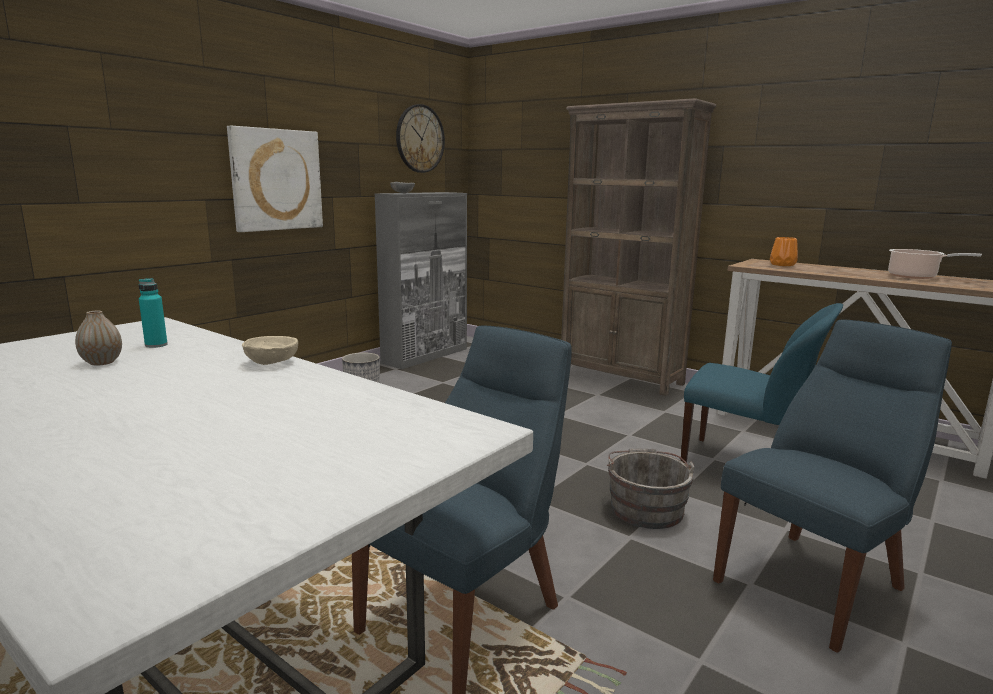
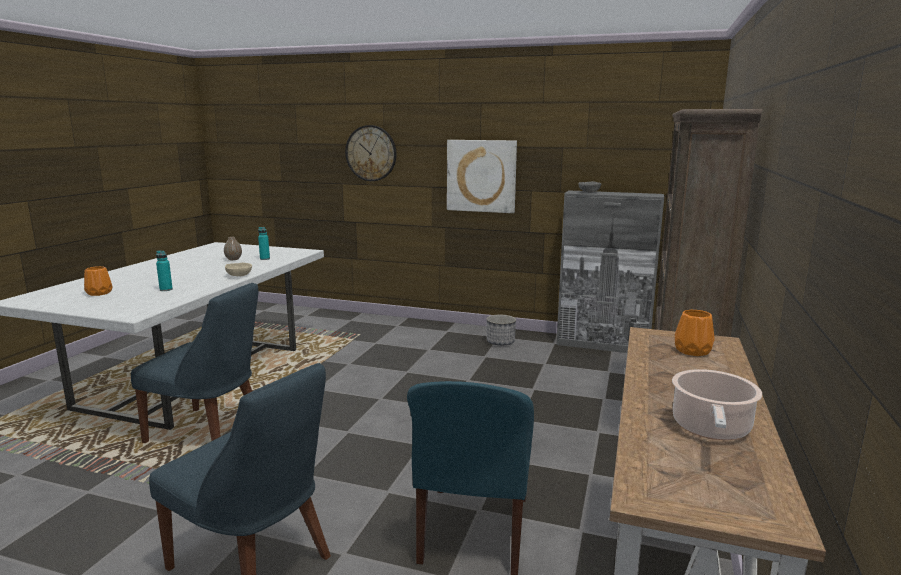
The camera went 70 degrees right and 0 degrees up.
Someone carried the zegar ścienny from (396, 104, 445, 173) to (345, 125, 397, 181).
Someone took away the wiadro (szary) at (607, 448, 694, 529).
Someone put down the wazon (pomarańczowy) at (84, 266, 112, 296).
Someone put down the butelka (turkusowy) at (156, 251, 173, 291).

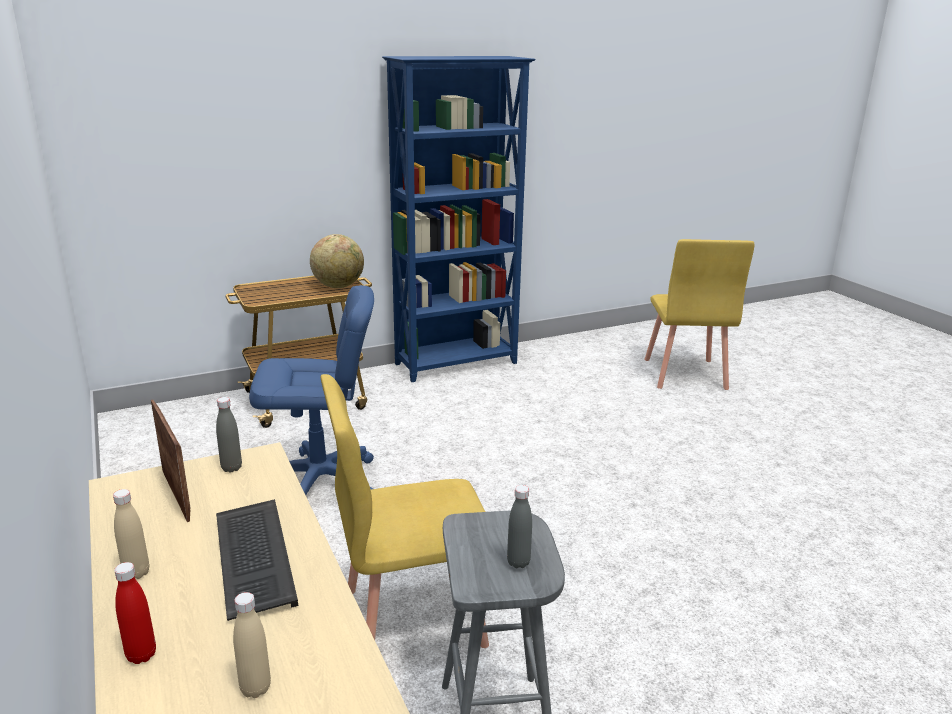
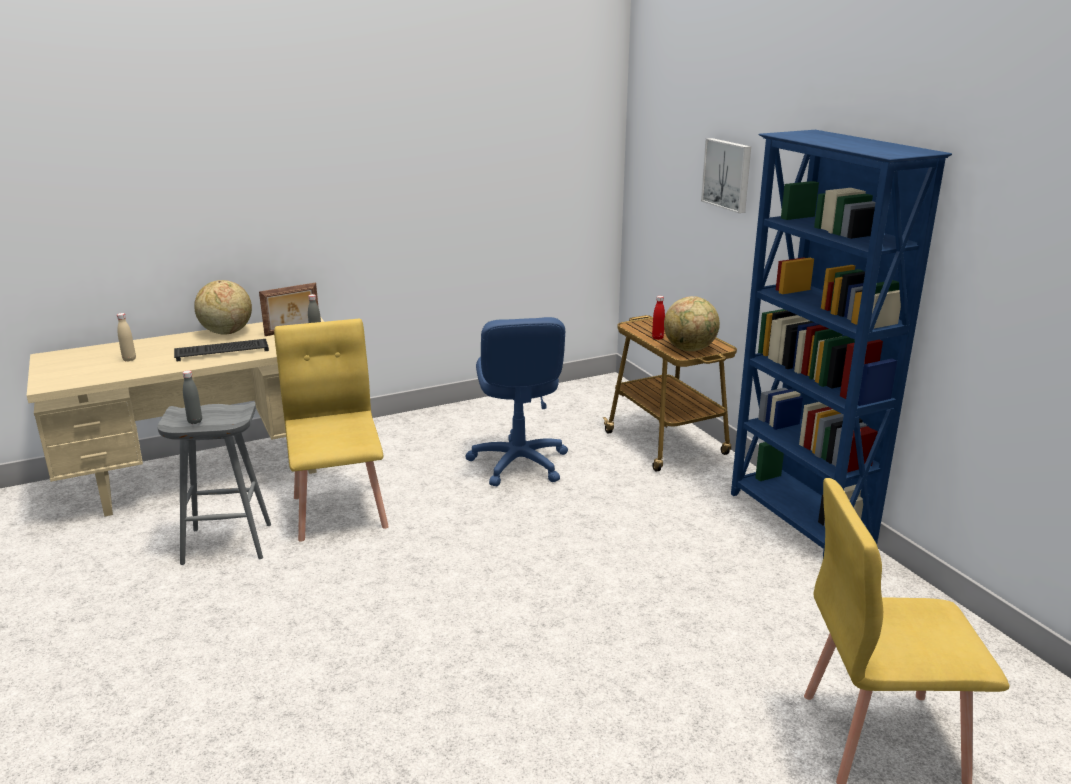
The camera went 90 degrees right and 0 degrees up.
Someone swapped the butelka (beżowy) at (113, 489, 150, 579) for the globus at (194, 280, 252, 334).
Someone carried the butelka (czerwony) from (114, 562, 156, 664) to (652, 296, 665, 340).
Someone put up the obraz at (701, 138, 751, 213).

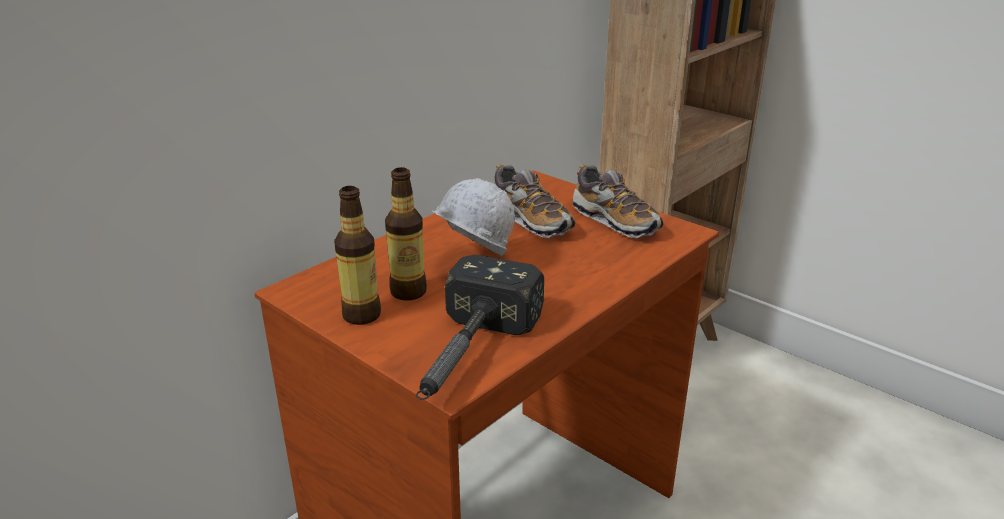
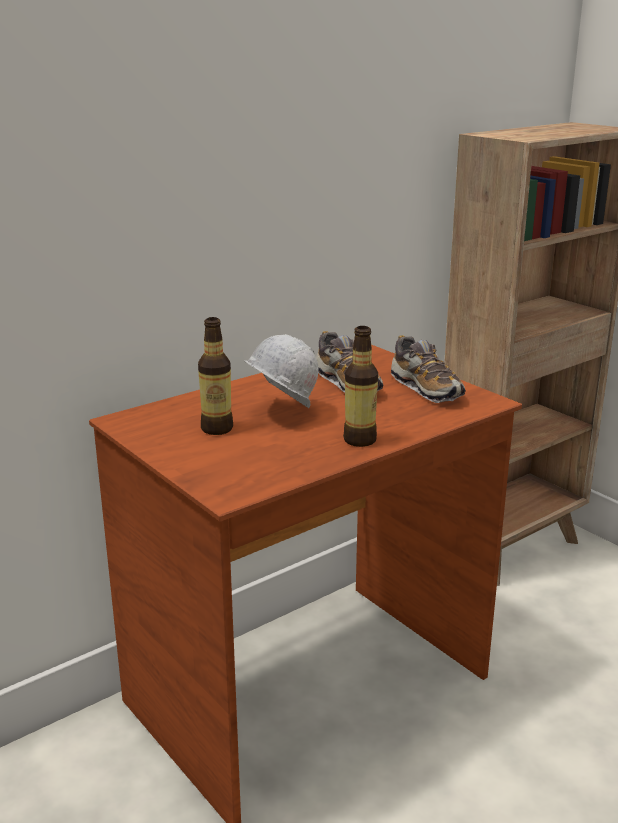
The camera went 10 degrees right and 5 degrees down.
Someone carried the butelka from (334, 186, 381, 325) to (343, 326, 378, 447).
Someone took away the młotek at (416, 255, 544, 400).

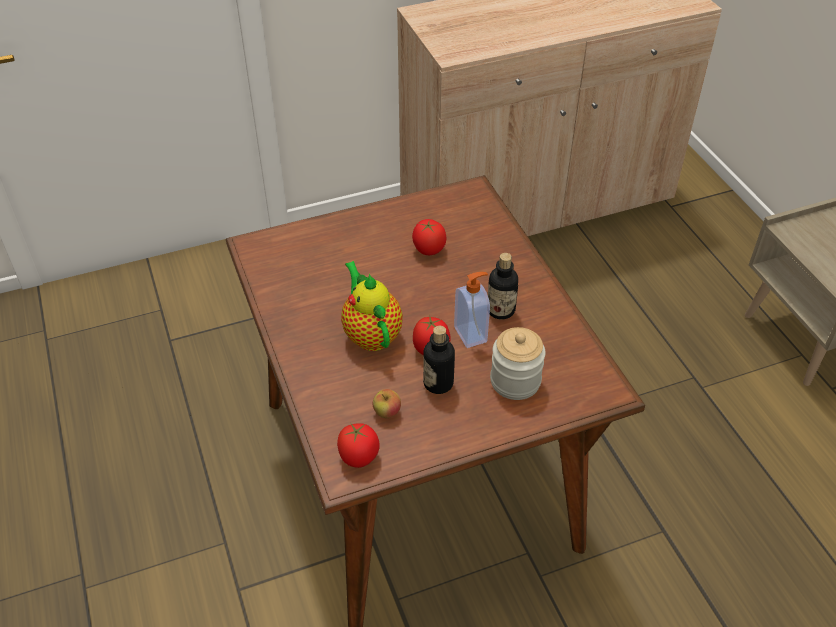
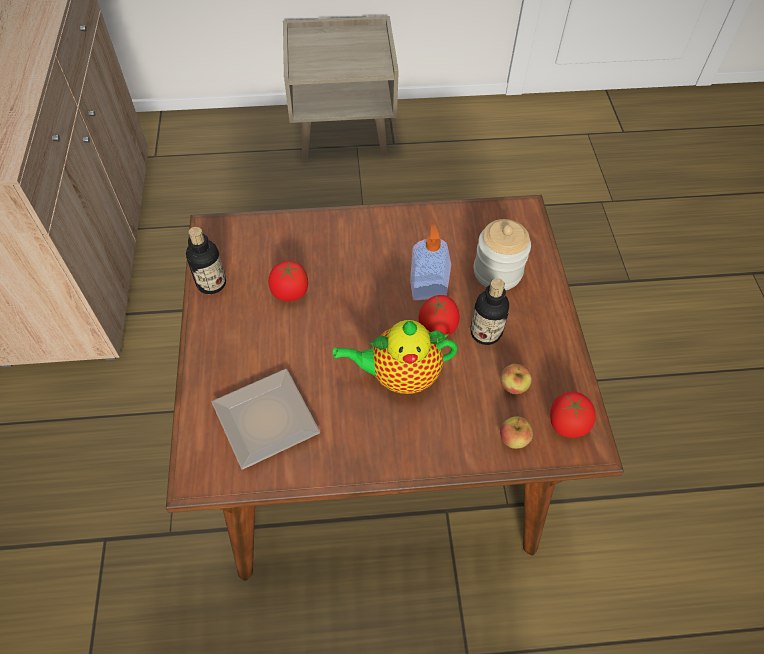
The camera went 75 degrees left and 10 degrees up.
Someone carried the butelka from (488, 253, 518, 319) to (186, 227, 226, 294).
Someone put down the talerz at (212, 369, 320, 469).
Someone put down the jabłko at (500, 416, 533, 449).

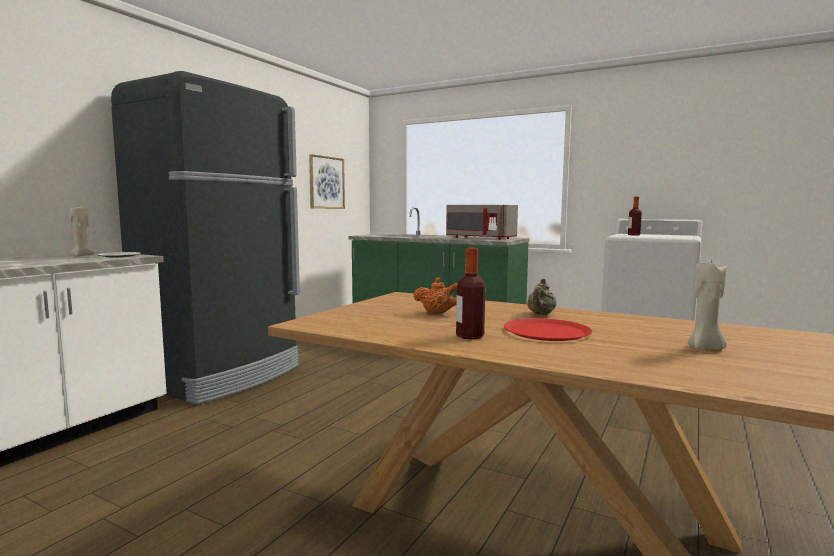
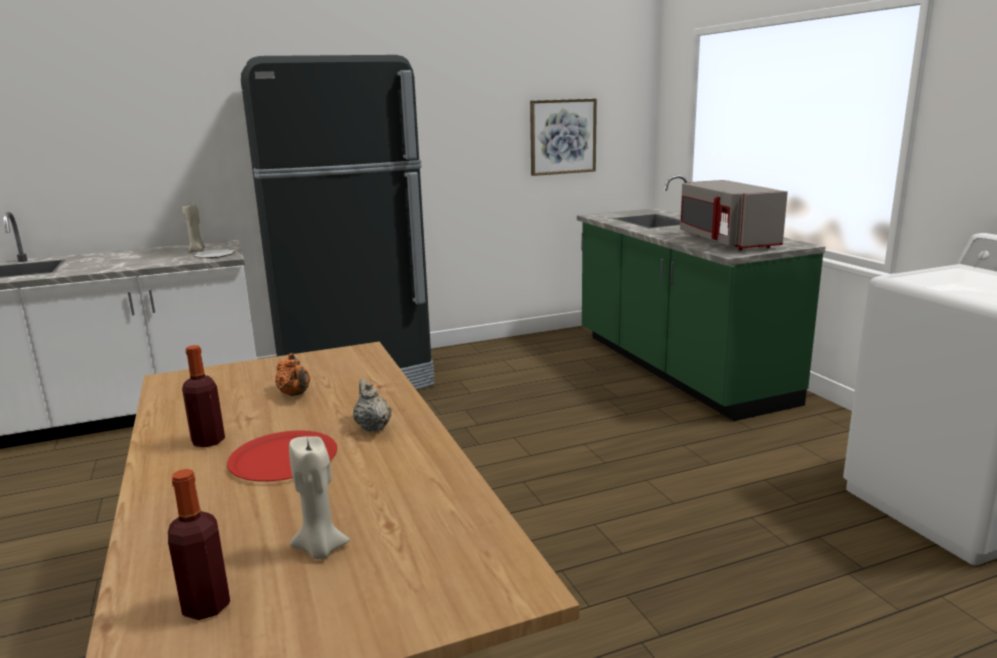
The camera went 40 degrees right and 10 degrees up.
Someone rotated the imbryk (beżowy) at (527, 279, 557, 315) by 90 degrees clockwise.
Someone carried the butelka from (628, 197, 642, 235) to (168, 469, 230, 620).

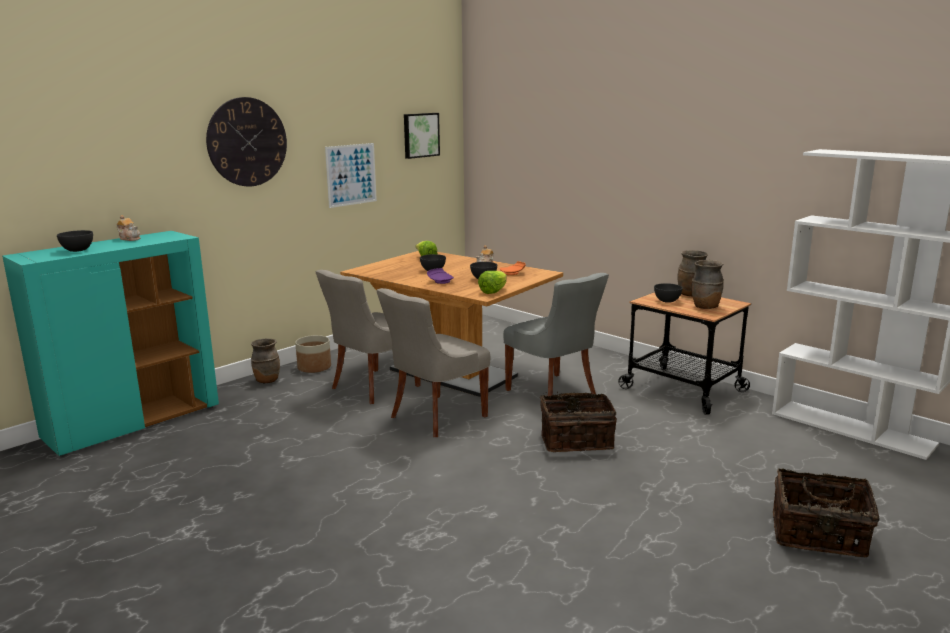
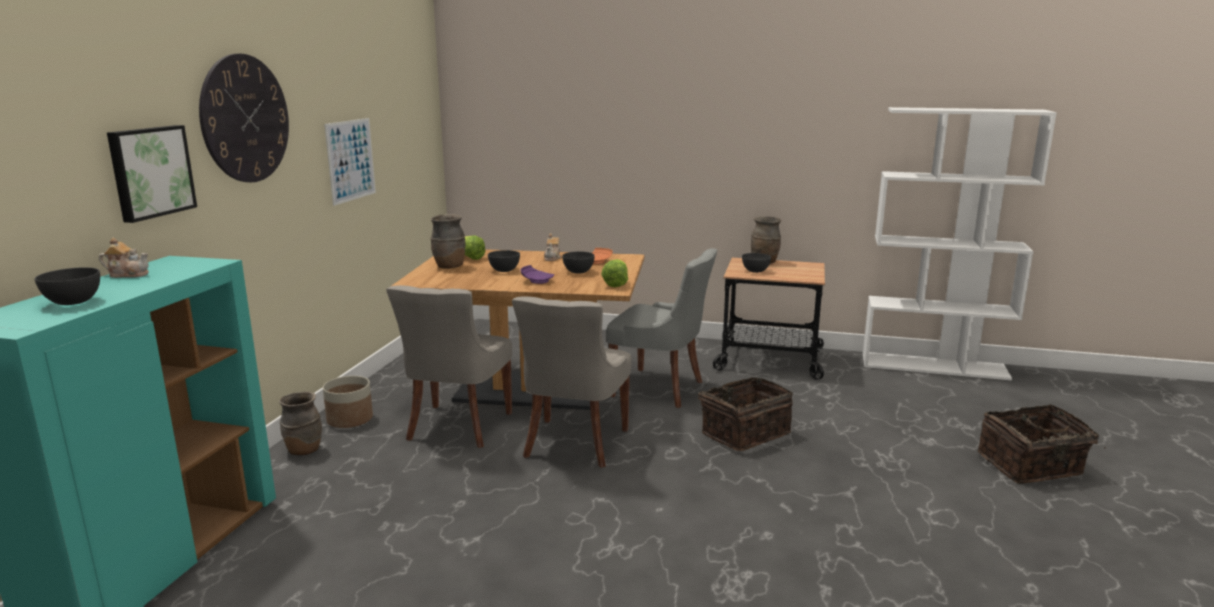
The camera went 30 degrees left and 0 degrees up.
Someone carried the obraz from (404, 113, 440, 159) to (107, 125, 197, 223).
Someone carried the wazon (brązowy) from (691, 260, 724, 309) to (430, 214, 465, 269).

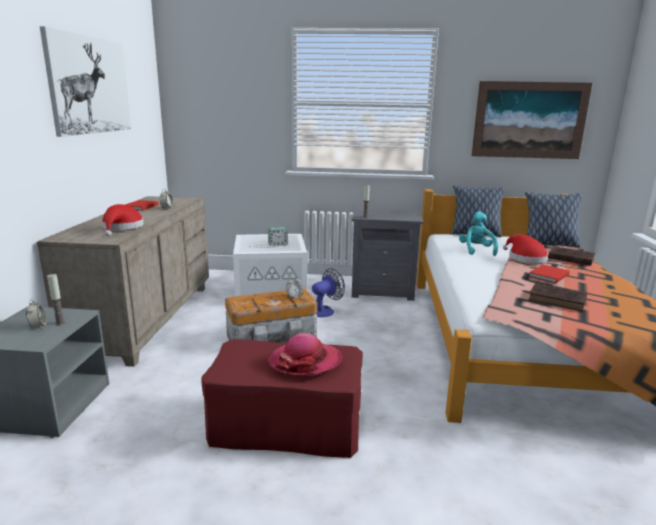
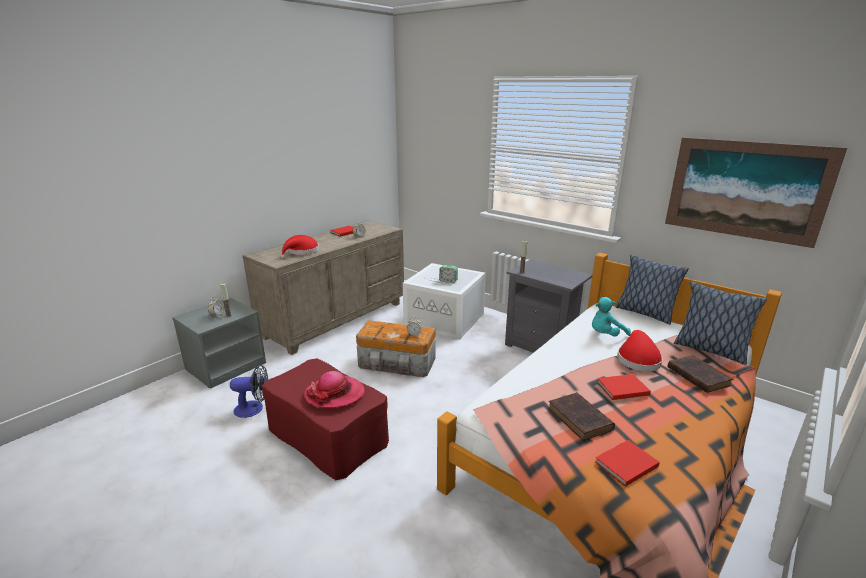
The camera went 35 degrees right and 5 degrees up.
Someone took away the obraz at (40, 26, 131, 137).
Someone carried the wentylator from (312, 268, 345, 317) to (230, 364, 268, 418).
Someone rotated the pluszak (turkusowy) at (459, 211, 498, 256) by 150 degrees counterclockwise.
Someone put down the książka (czerwony) at (595, 440, 660, 487).

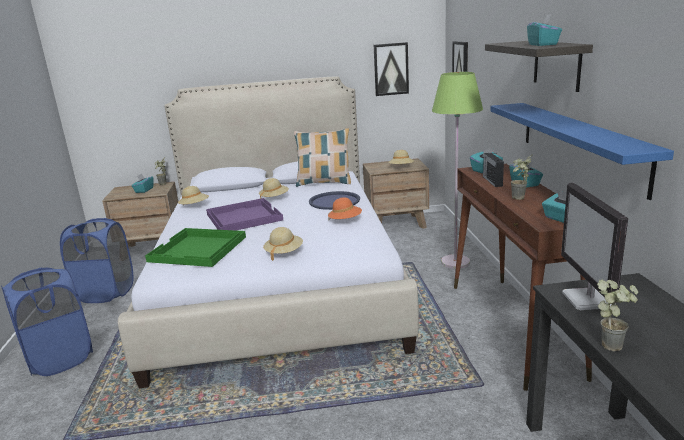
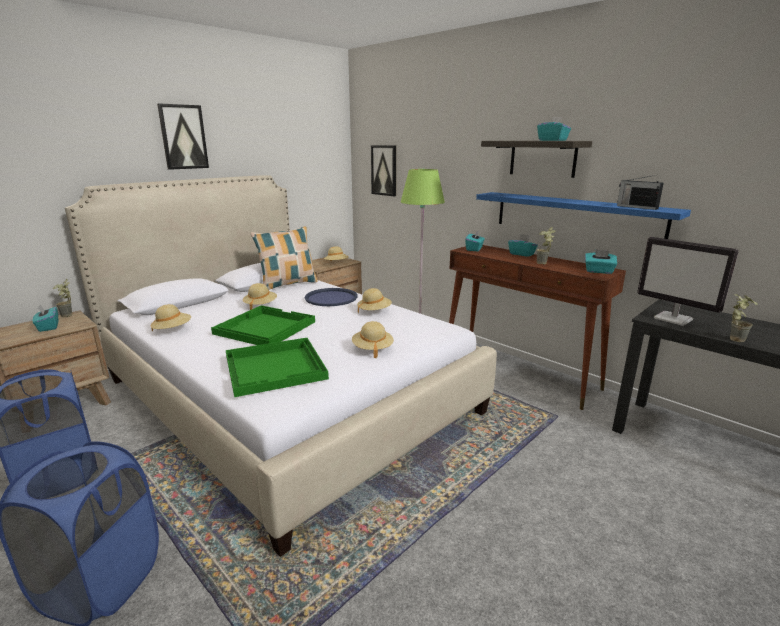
The camera went 40 degrees left and 0 degrees up.
Someone repainted the taca (fioletowy) at (206, 198, 283, 230), which became the taca (zielony) at (211, 305, 315, 345).
Someone repainted the kapelusz (pomarańczowy) at (328, 197, 362, 220), which became the kapelusz (beżowy) at (357, 288, 392, 314).
Someone carried the obraz from (374, 42, 409, 96) to (157, 103, 209, 170).
Someone carried the radio from (483, 153, 504, 187) to (617, 175, 664, 210).

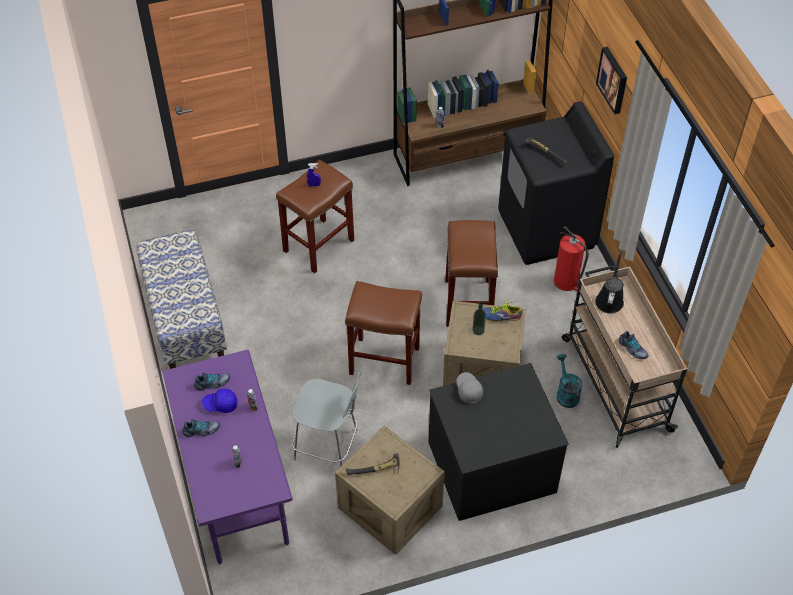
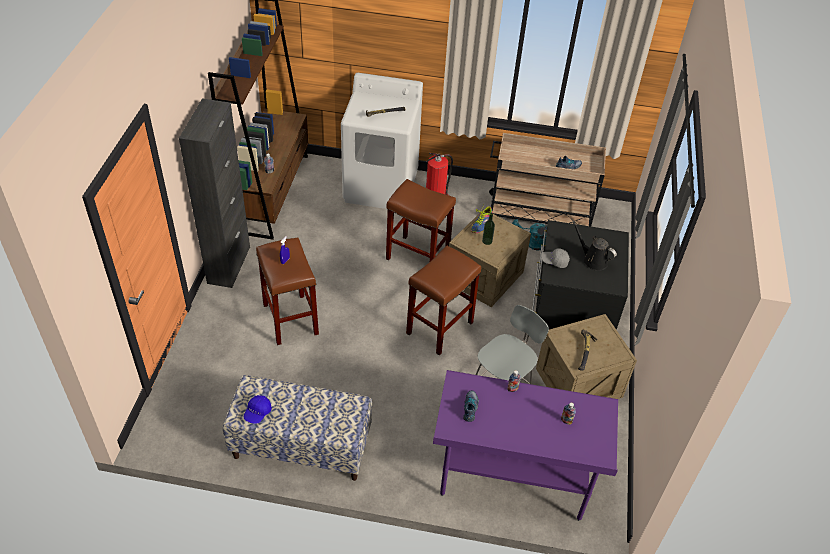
The camera went 65 degrees left and 5 degrees down.
Someone took away the but at (182, 419, 220, 437).
Someone carried the czapka z daszkiem (niebieski) from (202, 389, 238, 413) to (243, 395, 272, 424).
Someone repainted the pralka (czarny) at (498, 101, 614, 265), which became the pralka (biały) at (341, 73, 423, 209).
Someone carried the konewka (czarny) from (595, 250, 624, 314) to (572, 221, 617, 271).
Someone took away the obraz at (596, 47, 627, 114).
Someone put down the szafka (czarny) at (179, 98, 250, 288).

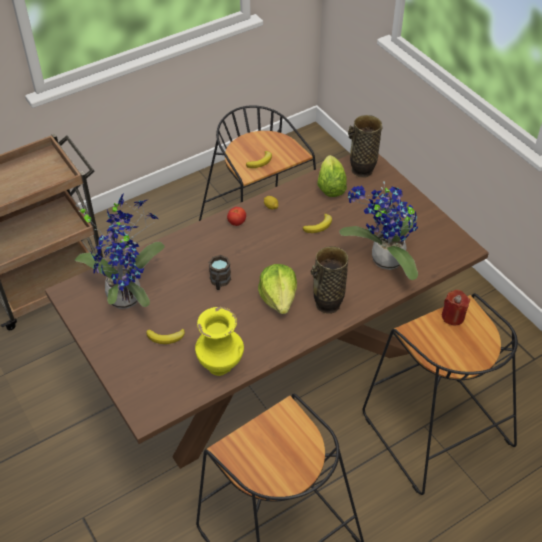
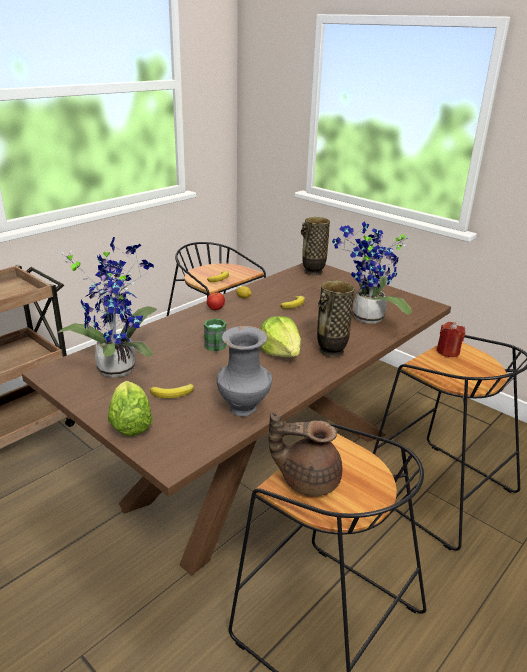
The camera went 15 degrees left and 20 degrees down.
Someone repainted the wazon (żółty) at (195, 307, 244, 376), which became the wazon (szary) at (217, 326, 272, 416).
Someone repainted the kubek (brązowy) at (208, 255, 231, 290), which became the kubek (zielony) at (204, 318, 227, 351).
Someone carried the sałata from (318, 155, 347, 197) to (108, 381, 153, 436).
Someone put down the imbryk (brązowy) at (269, 412, 342, 496).

